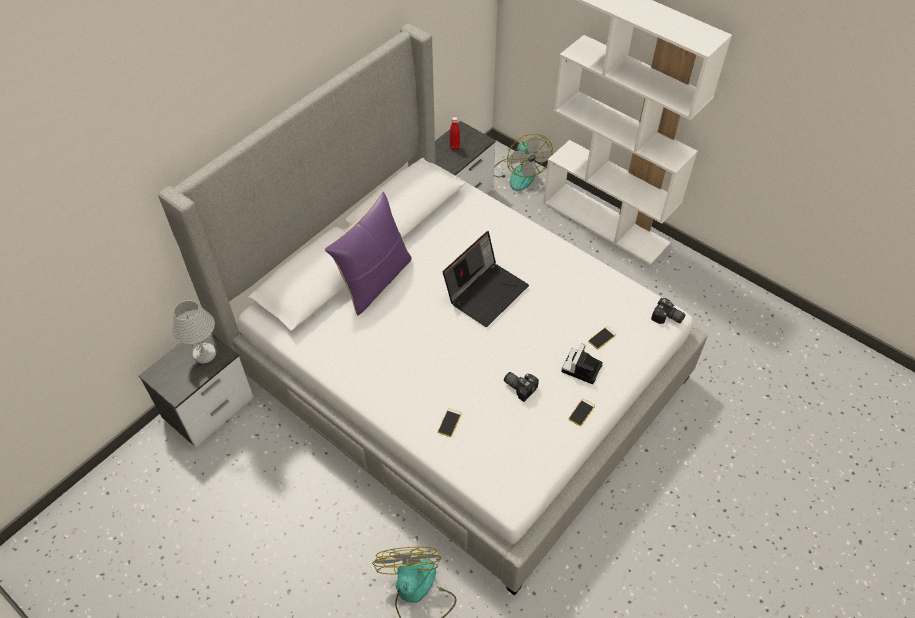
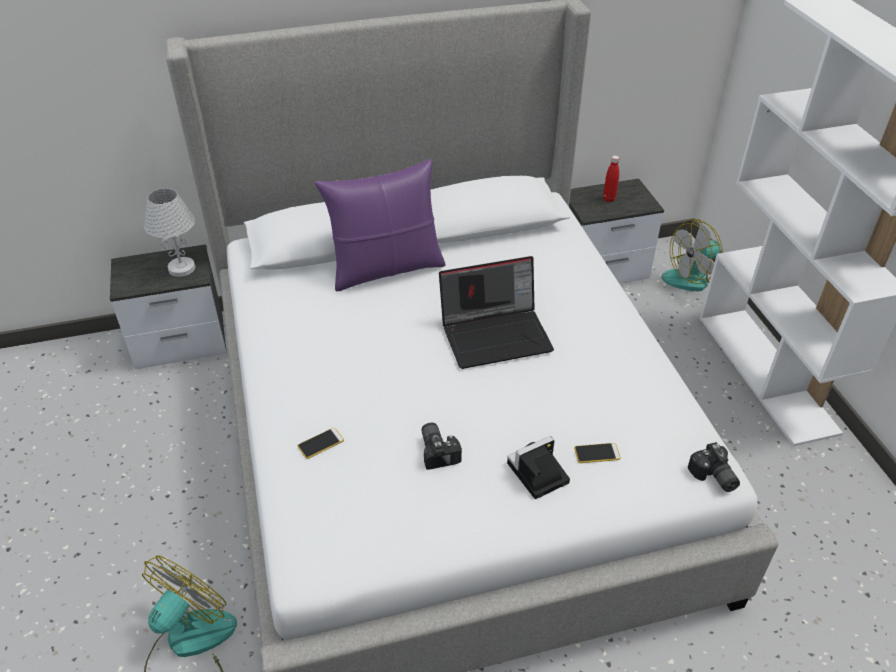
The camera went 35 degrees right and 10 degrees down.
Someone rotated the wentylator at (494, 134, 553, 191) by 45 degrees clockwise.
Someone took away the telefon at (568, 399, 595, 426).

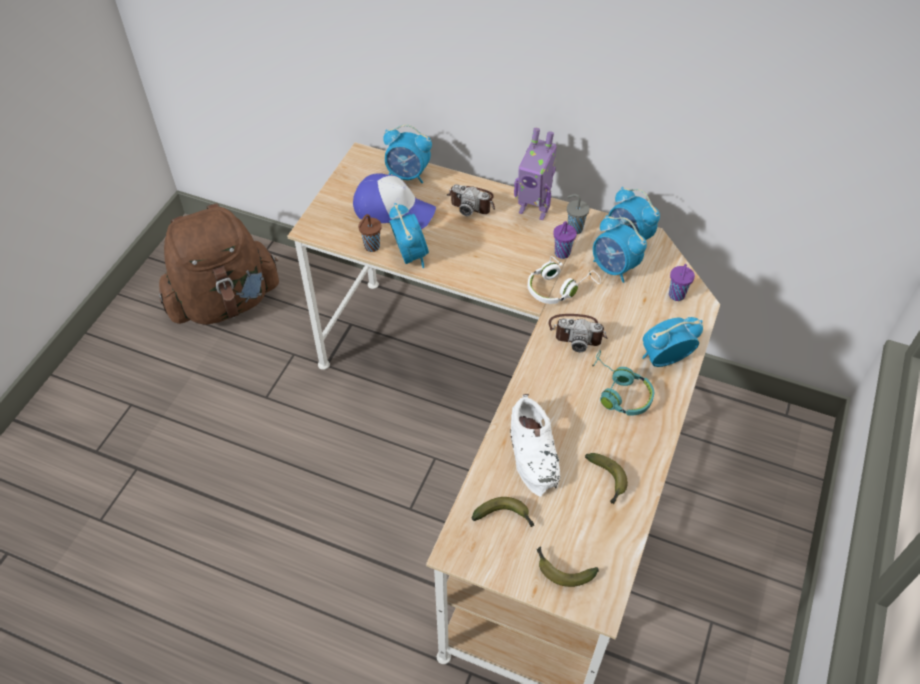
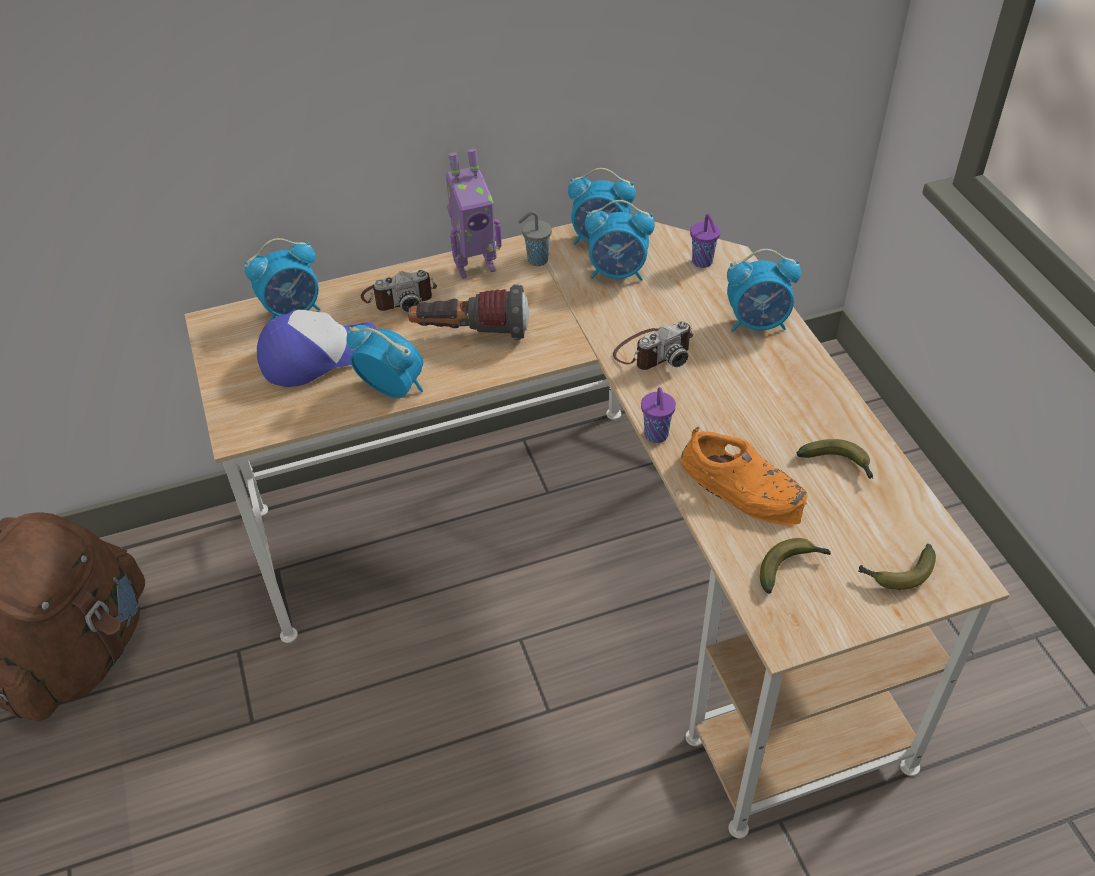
The camera went 40 degrees left and 5 degrees down.
Someone took away the filiżanka (brązowy) at (358, 214, 381, 252).
Someone repainted the but (biały) at (511, 394, 560, 497), which became the but (pomarańczowy) at (681, 427, 808, 525).
Someone took away the słuchawki (biały) at (527, 256, 601, 304).
Someone carried the filiżanka (fioletowy) from (553, 221, 577, 259) to (641, 387, 676, 443).
Someone took away the słuchawki (turkusowy) at (592, 350, 654, 415).
Someone rotated the budzik at (642, 317, 703, 367) by 120 degrees counterclockwise.
Someone put down the latarka at (408, 284, 529, 340).

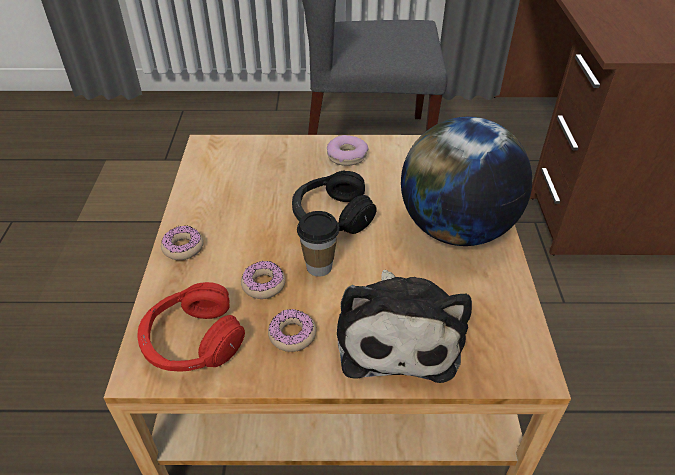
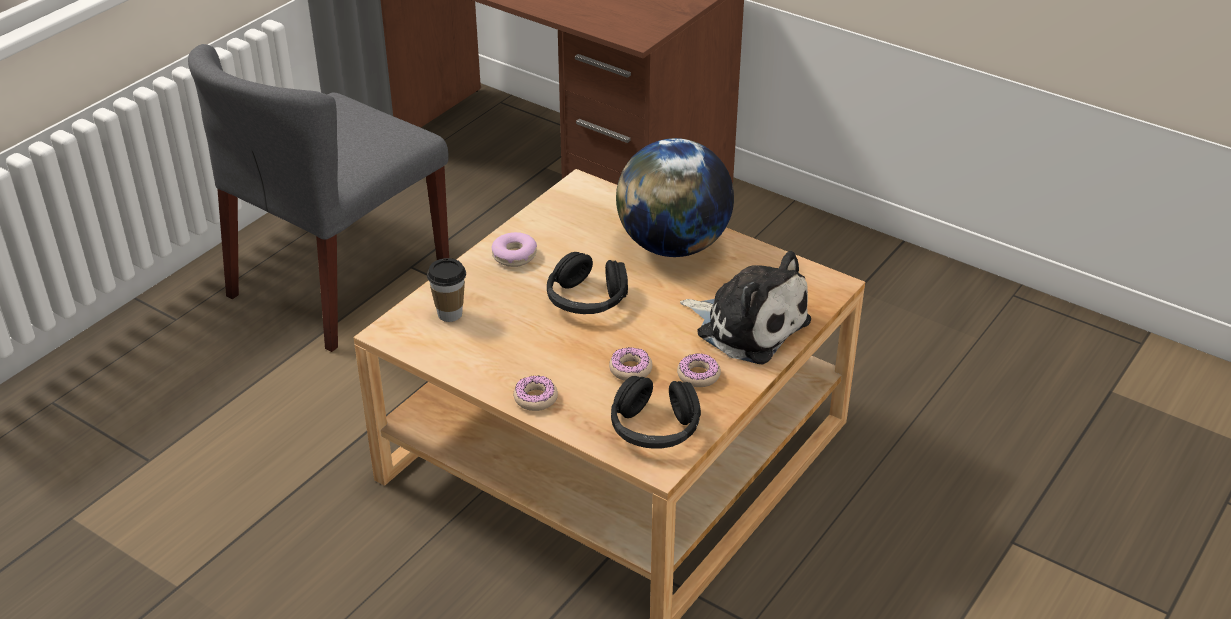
The camera went 55 degrees left and 5 degrees down.
Someone repainted the słuchawki (czerwony) at (137, 282, 245, 372), which became the słuchawki (czarny) at (611, 376, 701, 449).
Someone carried the filiżanka from (297, 211, 340, 277) to (427, 258, 466, 322).

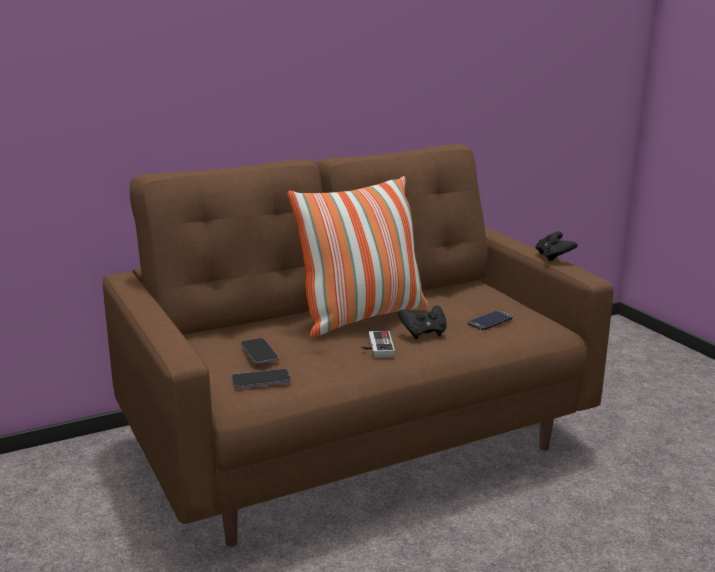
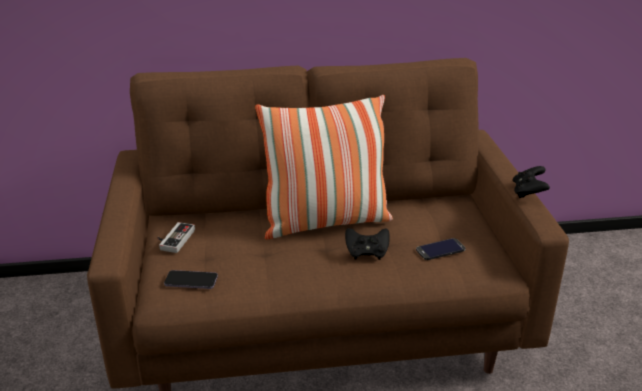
The camera went 20 degrees right and 10 degrees up.
Someone took away the telefon at (241, 338, 279, 364).
Someone carried the pad do gier from (361, 331, 395, 358) to (158, 222, 195, 253).

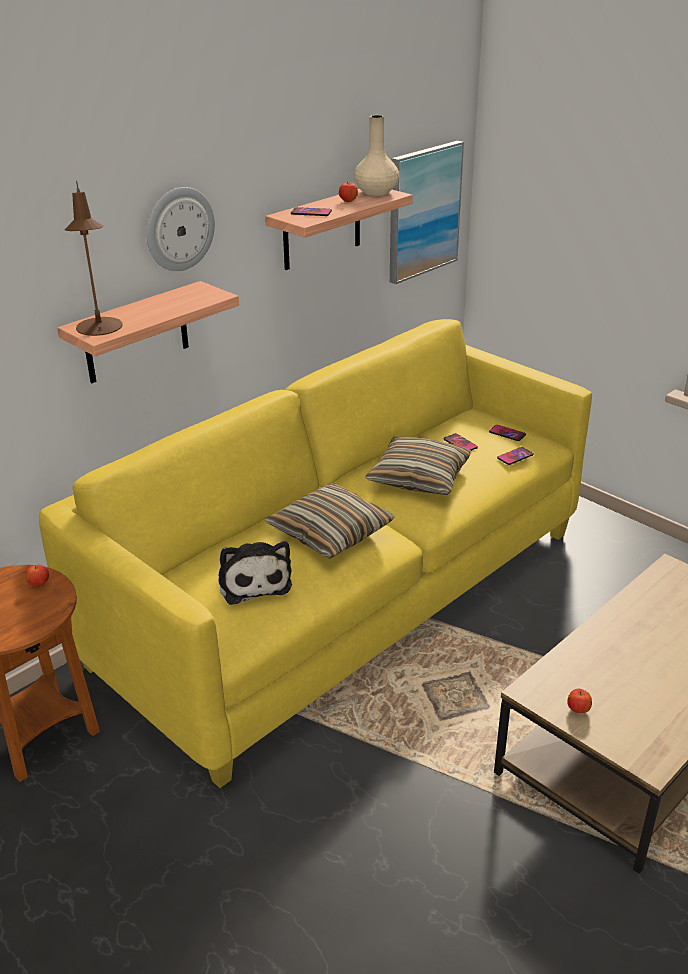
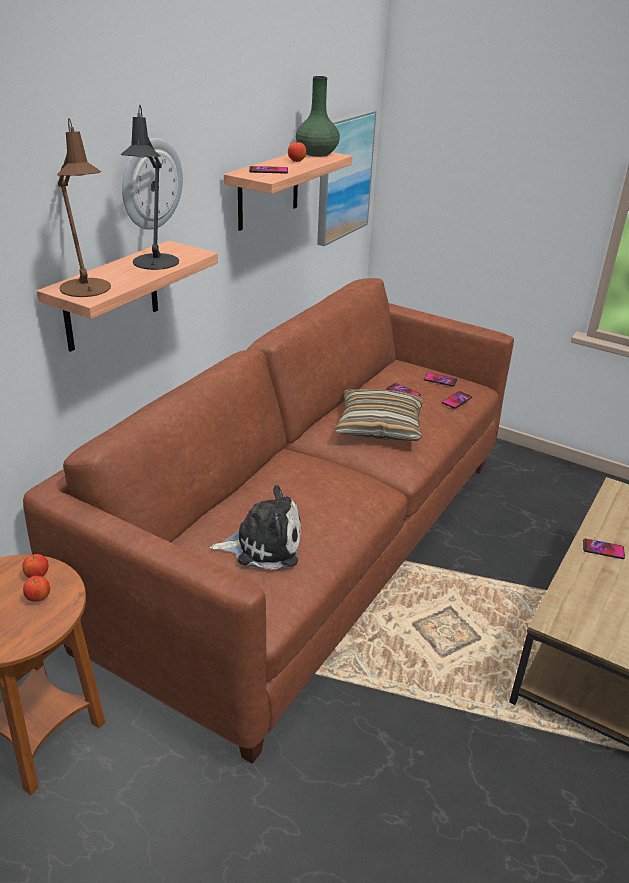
The camera went 15 degrees left and 0 degrees up.
Someone repainted the kanapa (żółty) at (39, 319, 592, 788), which became the kanapa (brązowy) at (23, 278, 514, 764).
Someone rotated the pluszak at (218, 541, 292, 605) by 60 degrees counterclockwise.
Someone took away the poduszka at (265, 483, 395, 559).
Someone repainted the wazon (beżowy) at (354, 115, 399, 196), which became the wazon (zielony) at (296, 76, 340, 157).
Someone carried the jabłko from (567, 689, 592, 713) to (23, 576, 50, 602).
Someone put down the lampa stołowa (czarny) at (120, 105, 179, 270).
Someone put down the telefon at (583, 539, 625, 559).

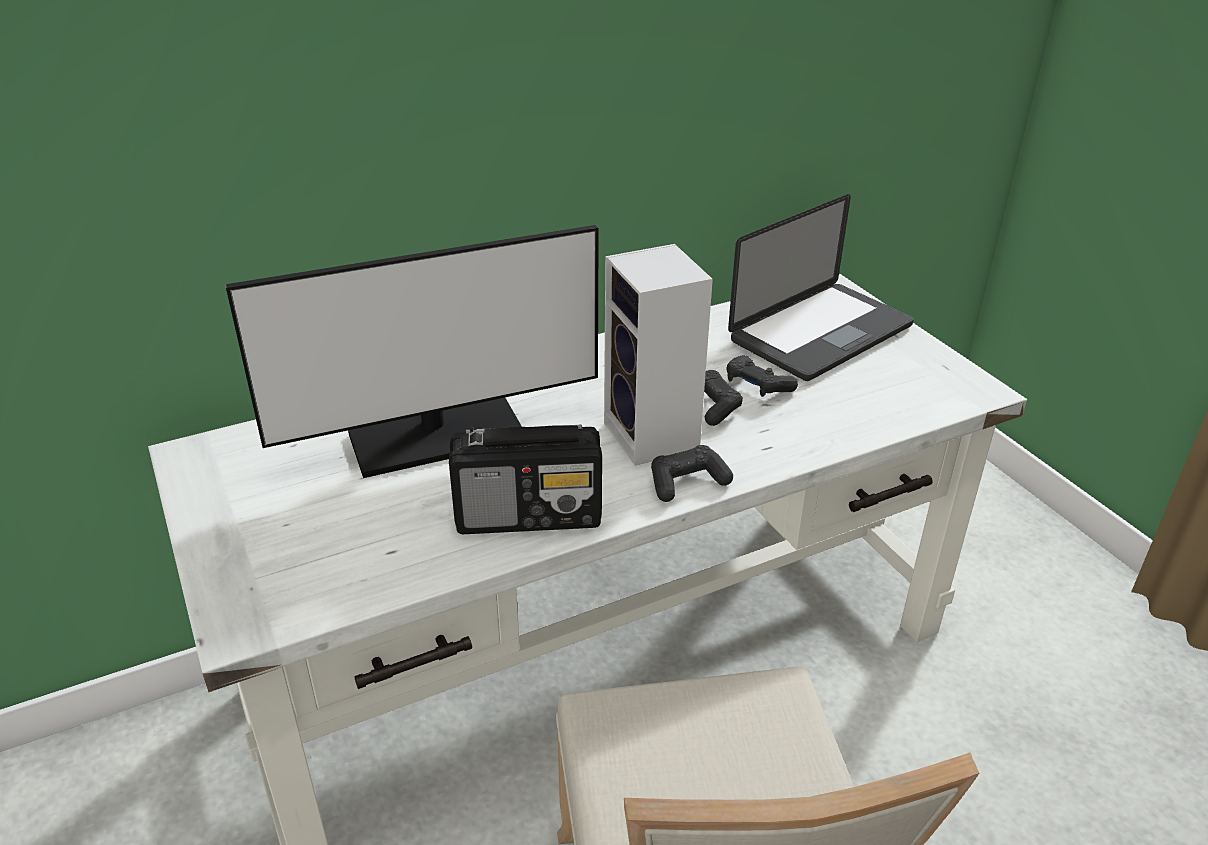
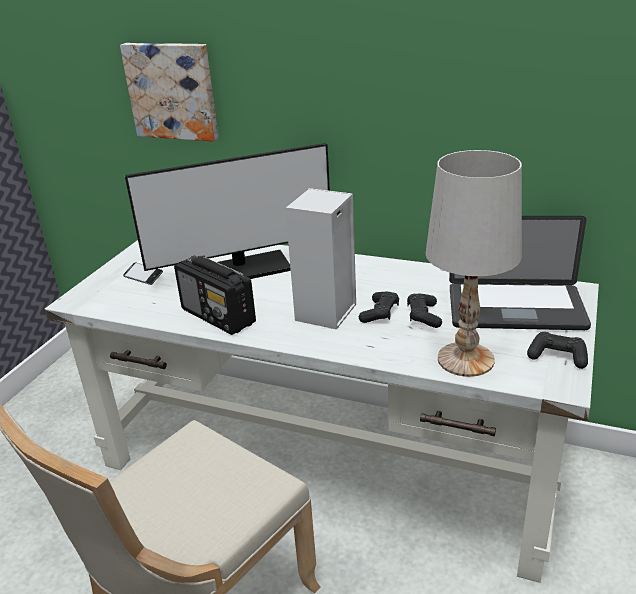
The camera went 50 degrees right and 5 degrees down.
Someone rotated the monitor at (225, 225, 599, 478) by 45 degrees counterclockwise.
Someone carried the pad do gier (czarny) from (651, 445, 733, 502) to (527, 332, 588, 369).
Someone put up the obraz at (120, 43, 218, 142).
Someone put down the telefon at (123, 262, 163, 285).
Someone put down the lampa stołowa (biały) at (425, 150, 522, 377).

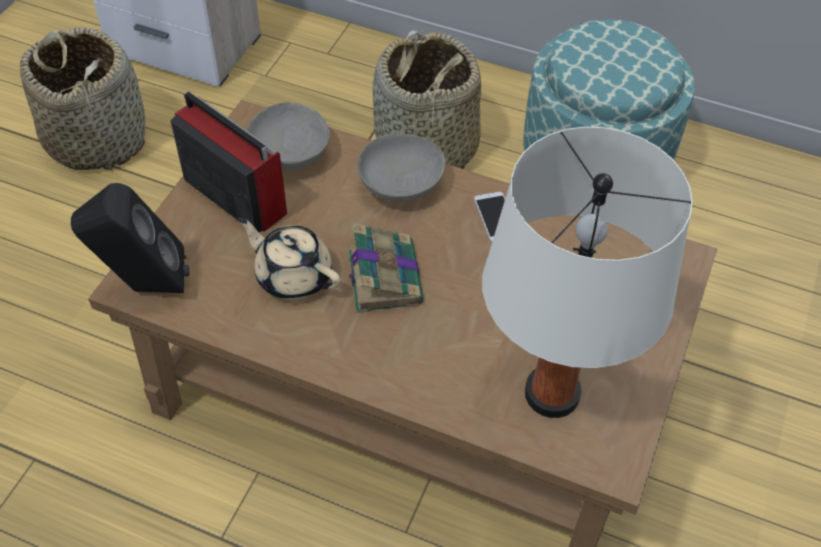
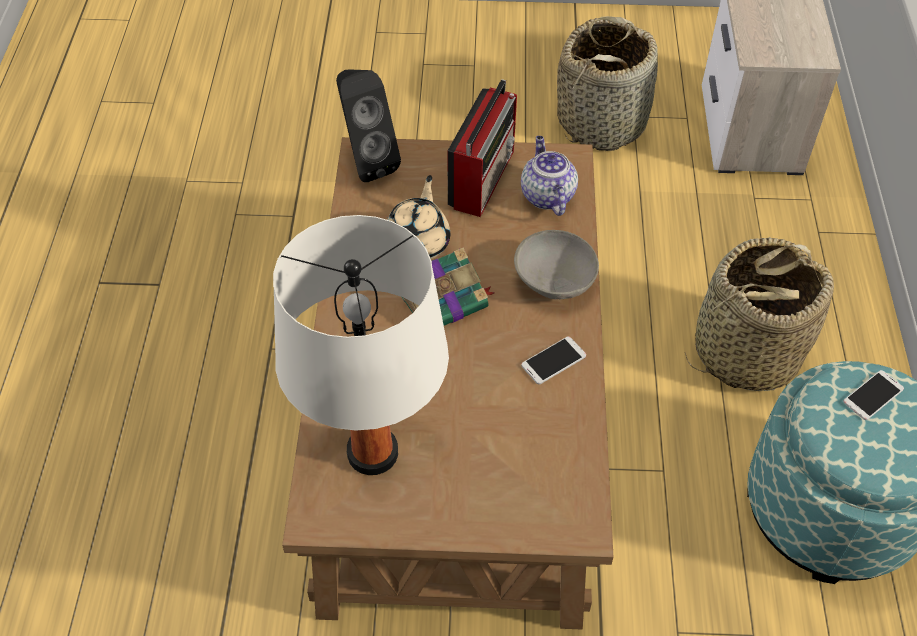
The camera went 70 degrees right and 0 degrees up.
Someone swapped the miska (szary) at (246, 102, 330, 170) for the imbryk at (521, 136, 578, 216).
Someone put down the telefon at (843, 370, 904, 420).

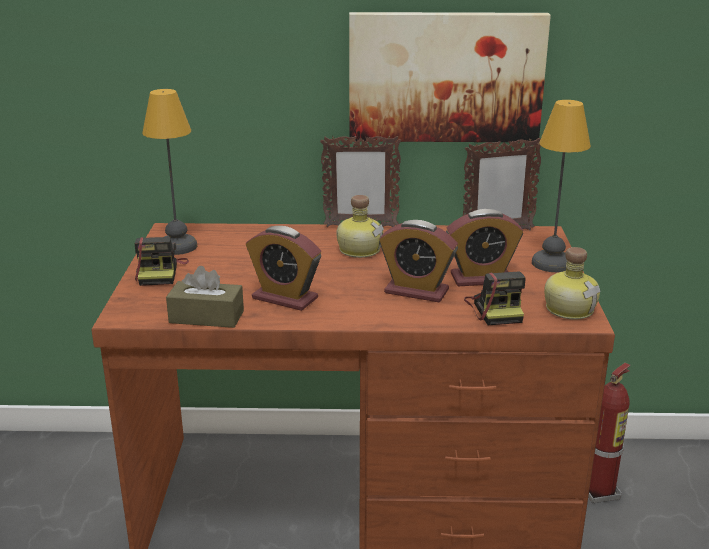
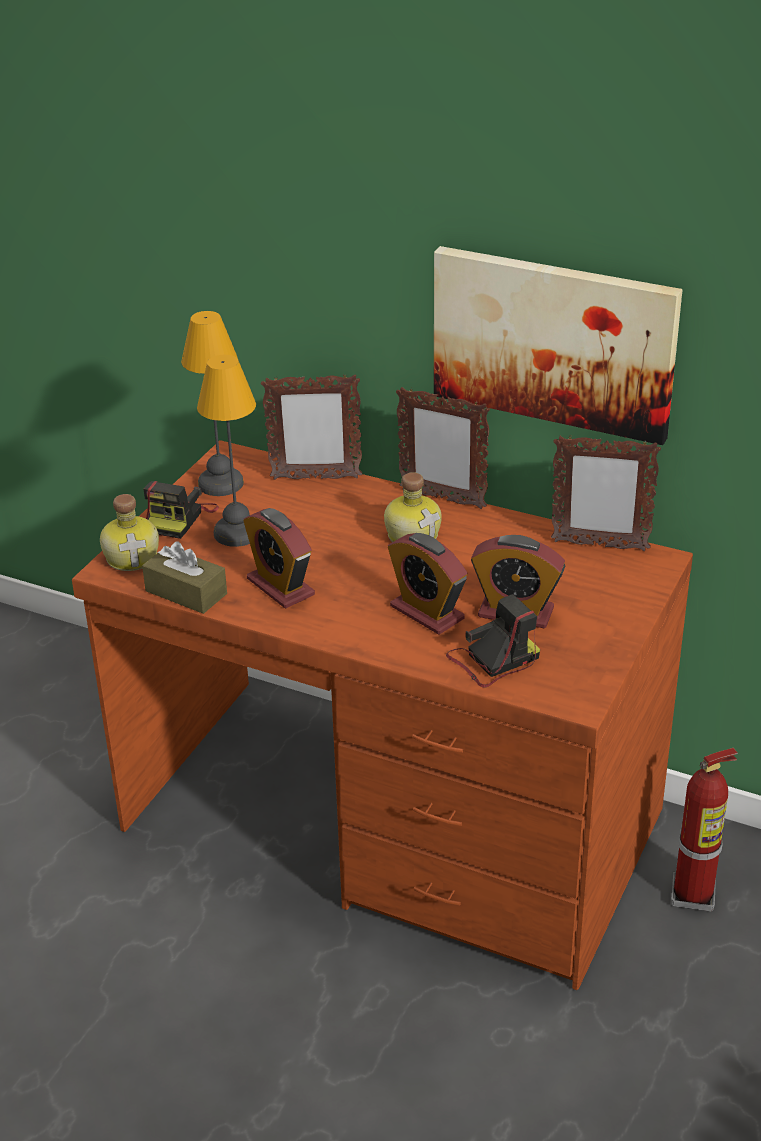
The camera went 25 degrees right and 10 degrees up.
Someone rotated the aparat fotograficzny at (464, 272, 526, 325) by 135 degrees counterclockwise.
Someone carried the lampa stołowa from (532, 100, 591, 272) to (197, 355, 256, 547).
Someone carried the butelka from (544, 247, 601, 320) to (100, 494, 159, 571).
Someone put down the ramka na zdjęcie at (261, 373, 362, 480).

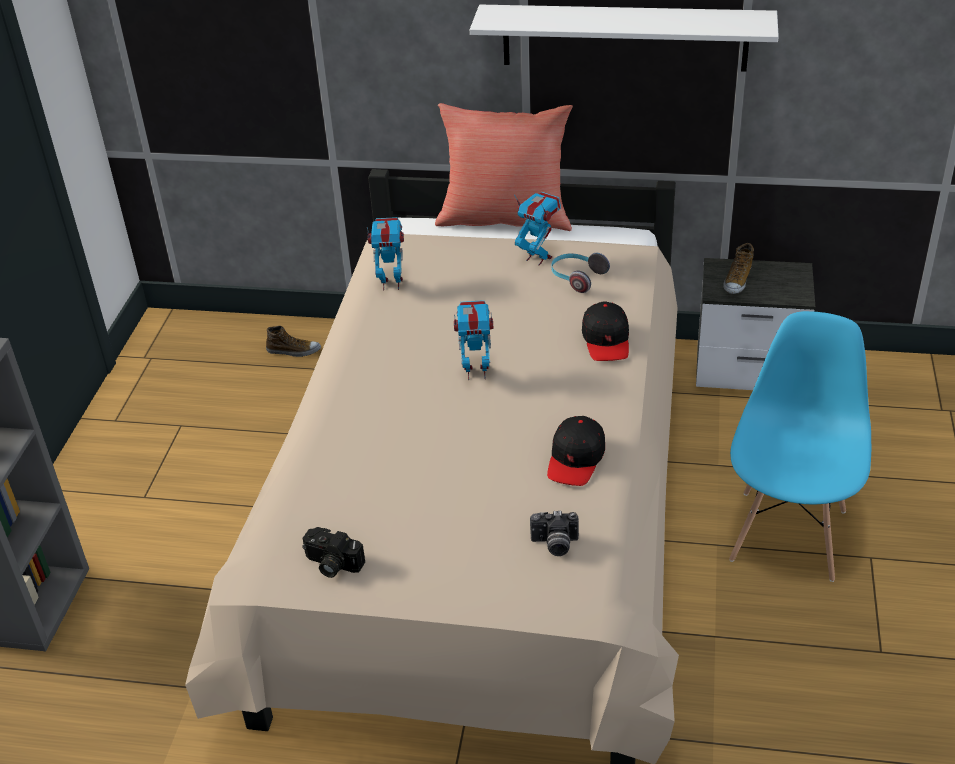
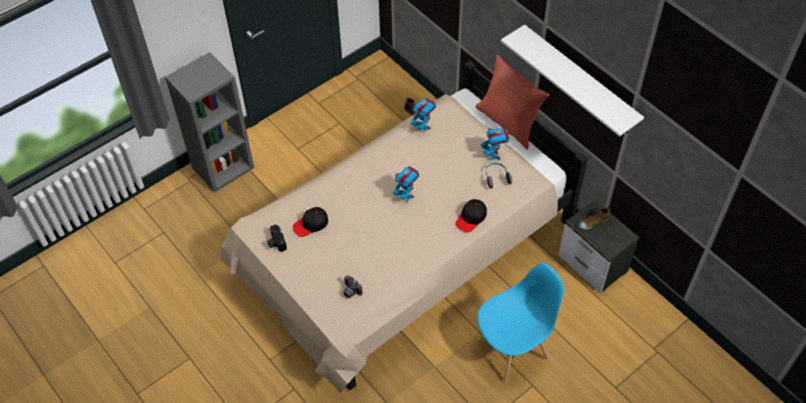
The camera went 40 degrees right and 15 degrees up.
Someone carried the czapka z daszkiem (czarny) from (547, 416, 605, 486) to (293, 207, 328, 237).

